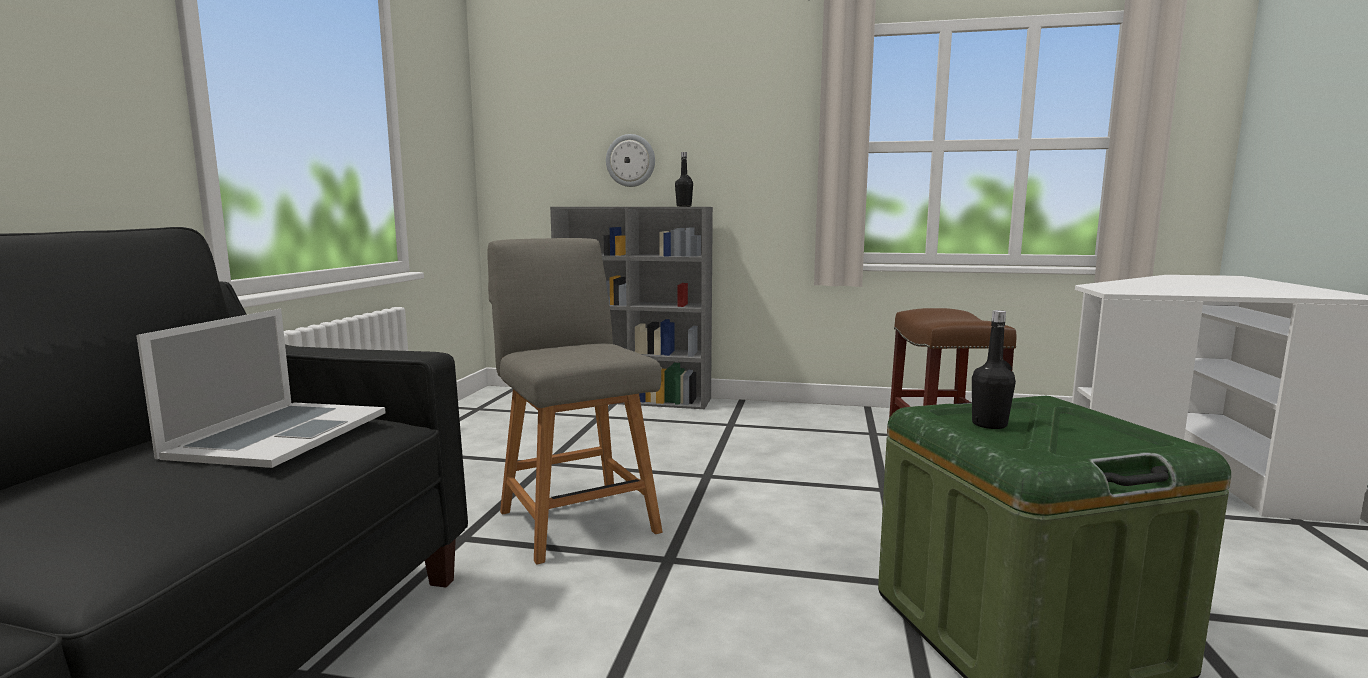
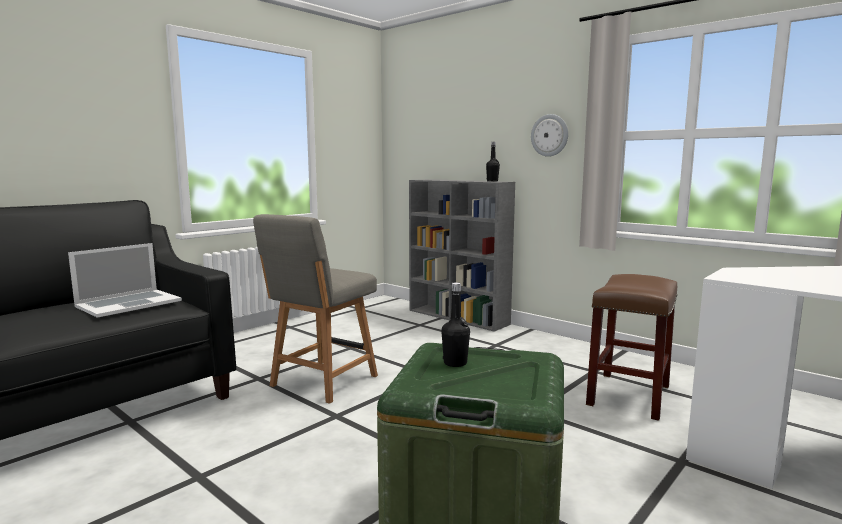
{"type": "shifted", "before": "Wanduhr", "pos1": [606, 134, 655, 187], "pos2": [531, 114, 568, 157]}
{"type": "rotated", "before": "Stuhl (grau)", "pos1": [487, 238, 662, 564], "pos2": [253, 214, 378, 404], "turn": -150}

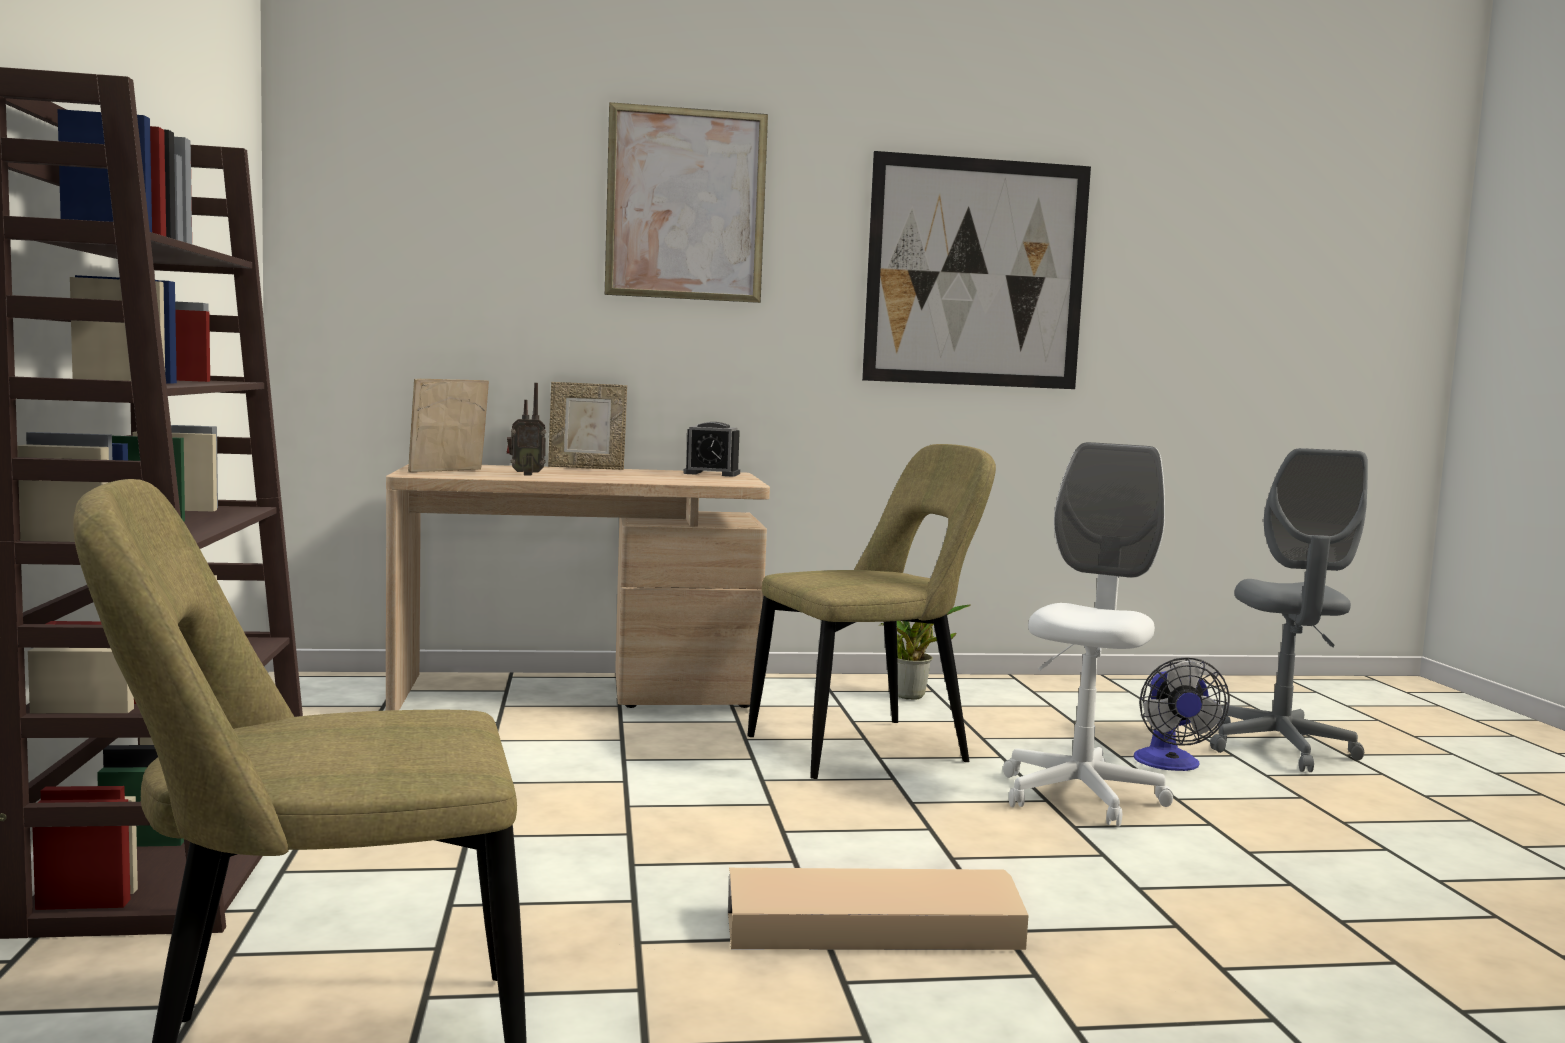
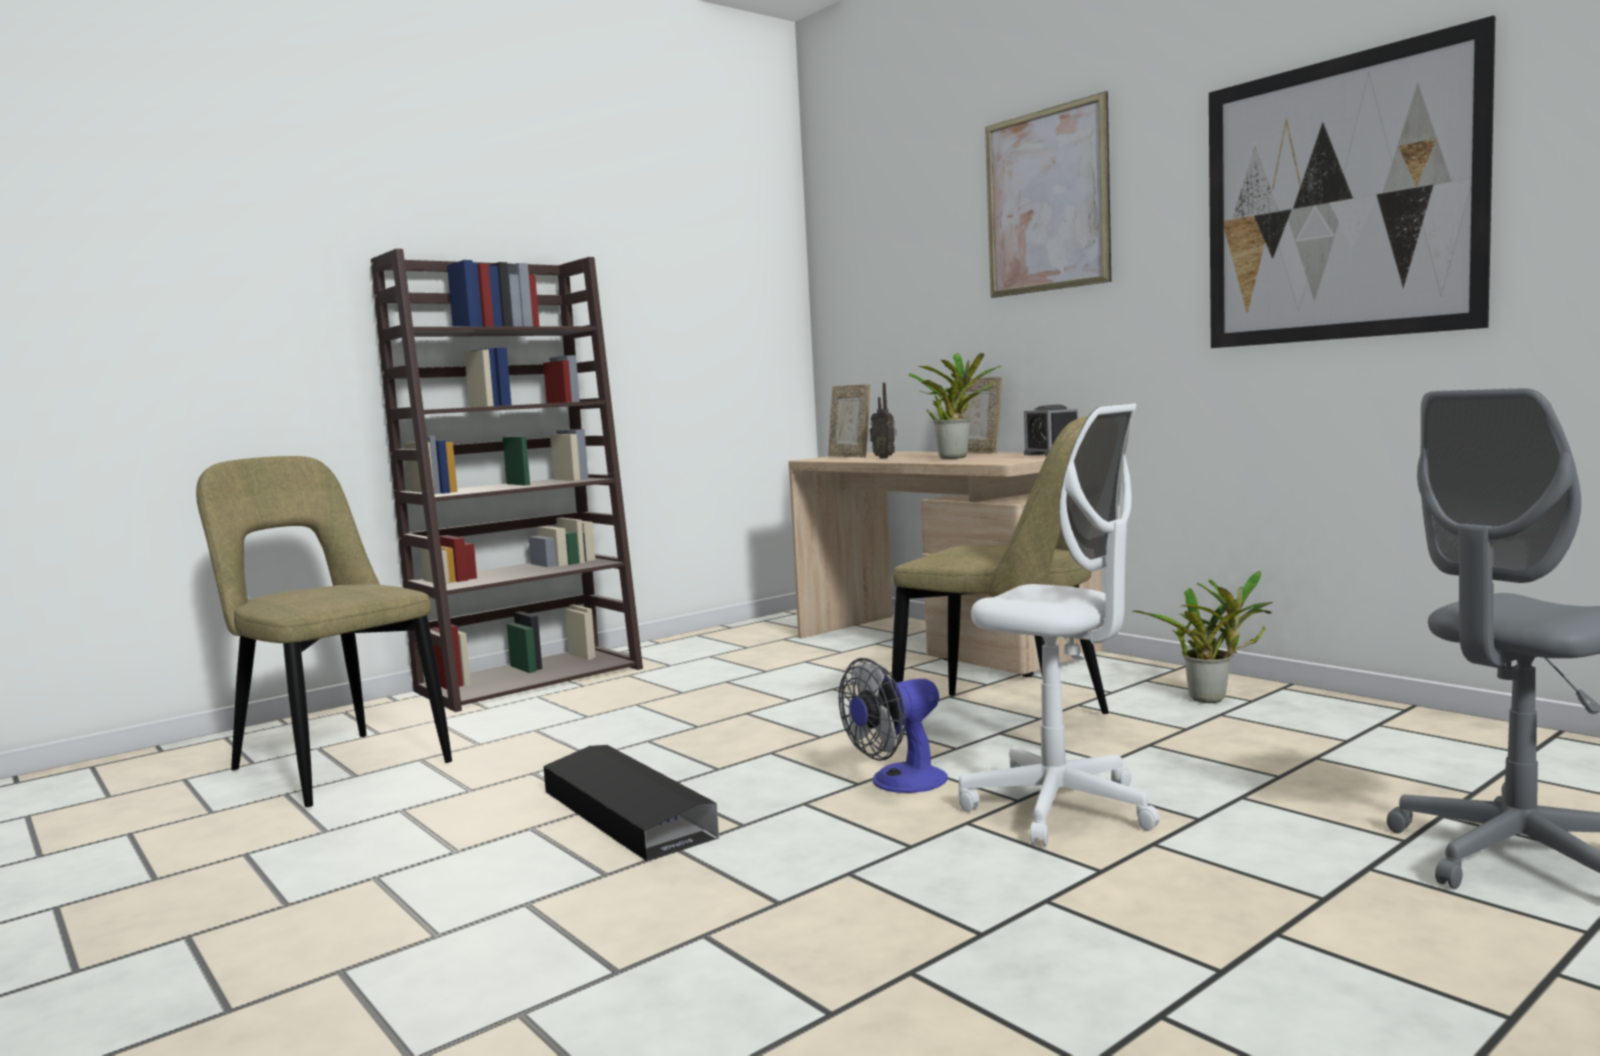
{"type": "rotated", "before": "Bilderrahmen", "pos1": [408, 379, 489, 472], "pos2": [828, 384, 870, 458], "turn": -135}
{"type": "rotated", "before": "Bürostuhl (weiß)", "pos1": [1003, 442, 1173, 827], "pos2": [959, 403, 1160, 846], "turn": 45}
{"type": "shifted", "before": "Ventilator", "pos1": [1133, 658, 1230, 771], "pos2": [839, 658, 948, 793]}
{"type": "repainted", "before": "Aufbewahrungsbox (beige)", "after": "Aufbewahrungsbox (schwarz)", "pos1": [728, 868, 1028, 950], "pos2": [544, 745, 719, 861]}
{"type": "new", "after": "Topfpflanze", "pos2": [908, 353, 1001, 459]}

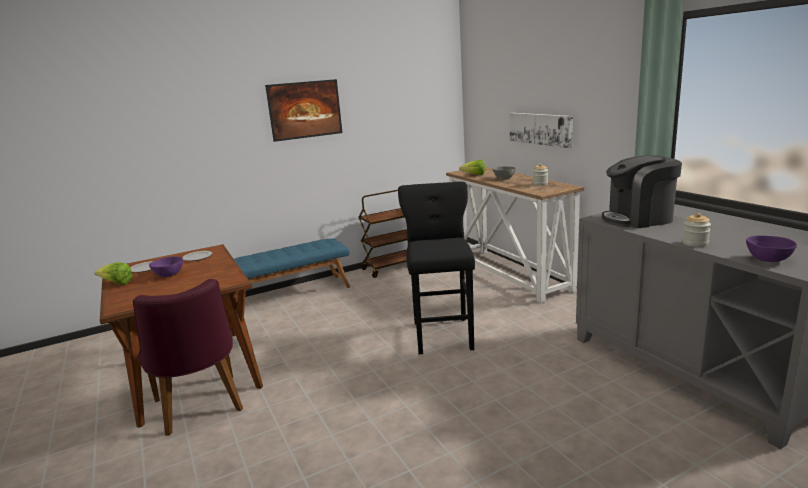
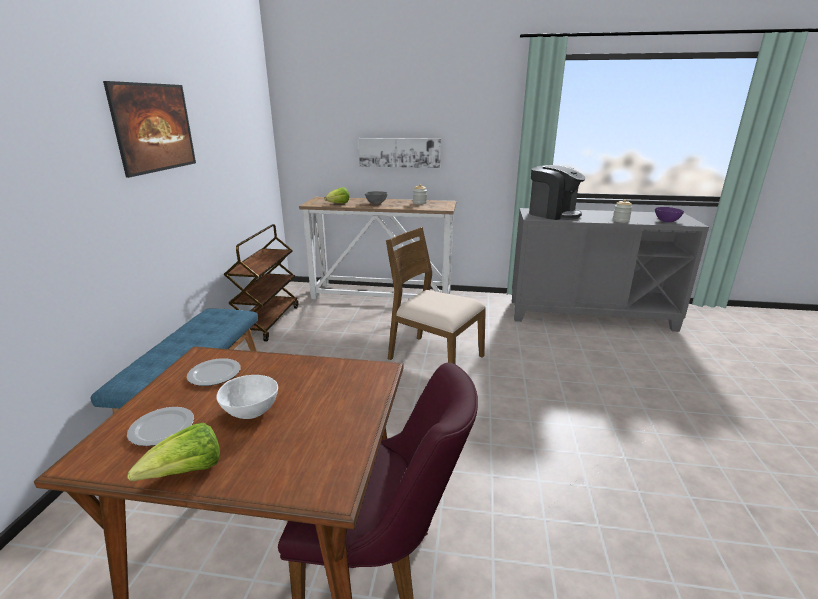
{"type": "rotated", "before": "Kaffeemaschine", "pos1": [602, 155, 682, 228], "pos2": [529, 165, 585, 220], "turn": -75}
{"type": "swapped", "before": "Hocker (schwarz)", "after": "Stuhl (braun)", "pos1": [398, 181, 475, 355], "pos2": [386, 227, 486, 364]}
{"type": "repainted", "before": "Schüssel (lila)", "after": "Schüssel (weiß)", "pos1": [149, 256, 183, 277], "pos2": [216, 375, 278, 419]}

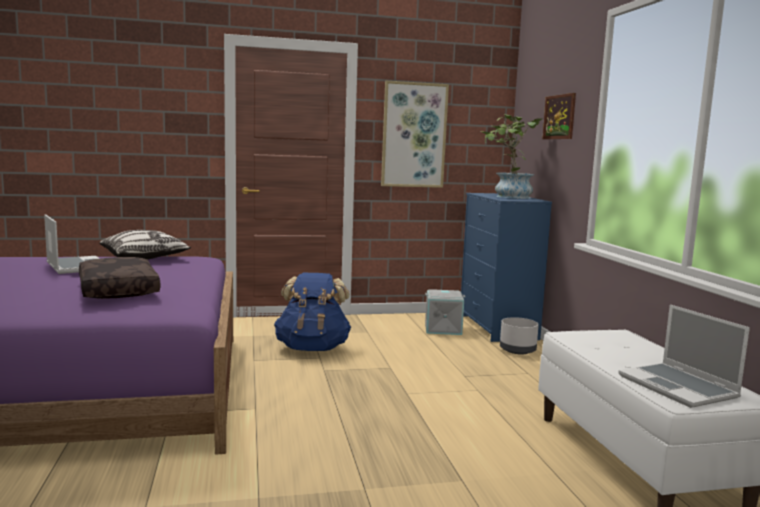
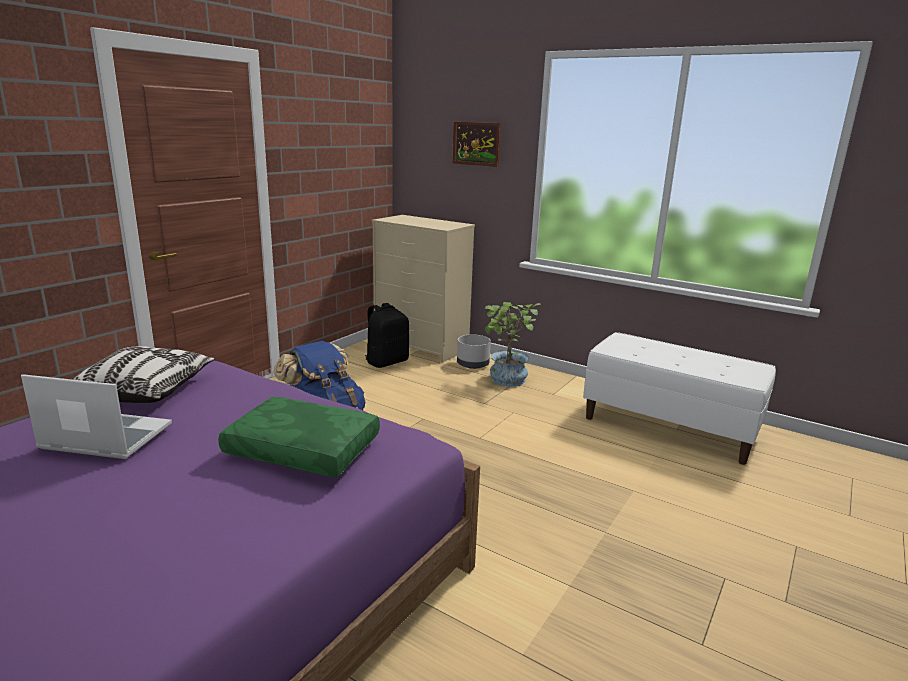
{"type": "gone", "before": "Bild", "pos1": [381, 81, 449, 188]}
{"type": "shifted", "before": "Topfpflanze", "pos1": [480, 114, 542, 199], "pos2": [485, 302, 541, 386]}
{"type": "repainted", "before": "Kommode (blau)", "after": "Kommode (beige)", "pos1": [461, 193, 552, 342], "pos2": [372, 215, 475, 363]}
{"type": "repainted", "before": "Kissen (braun)", "after": "Kissen (grün)", "pos1": [79, 257, 160, 299], "pos2": [218, 397, 380, 477]}
{"type": "swapped", "before": "Aufbewahrungsbox (grau)", "after": "Rucksack (schwarz)", "pos1": [425, 289, 465, 335], "pos2": [365, 303, 409, 368]}
{"type": "gone", "before": "Laptop", "pos1": [618, 304, 750, 408]}

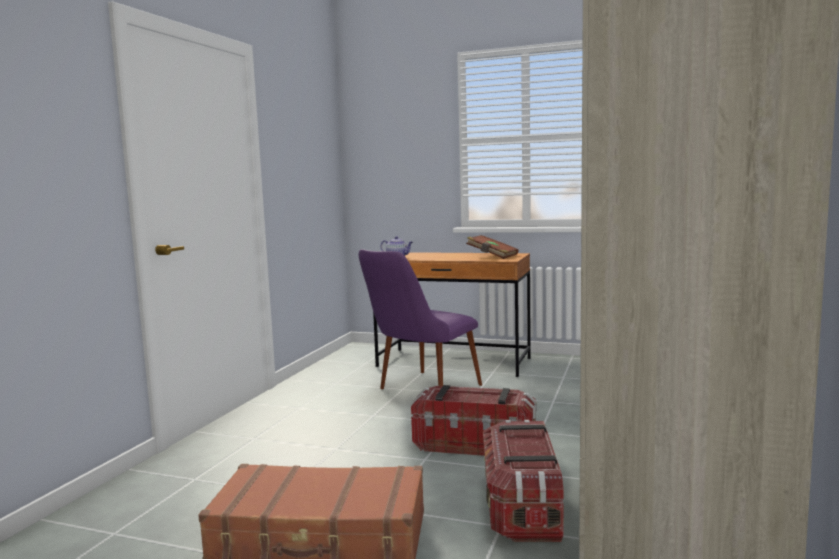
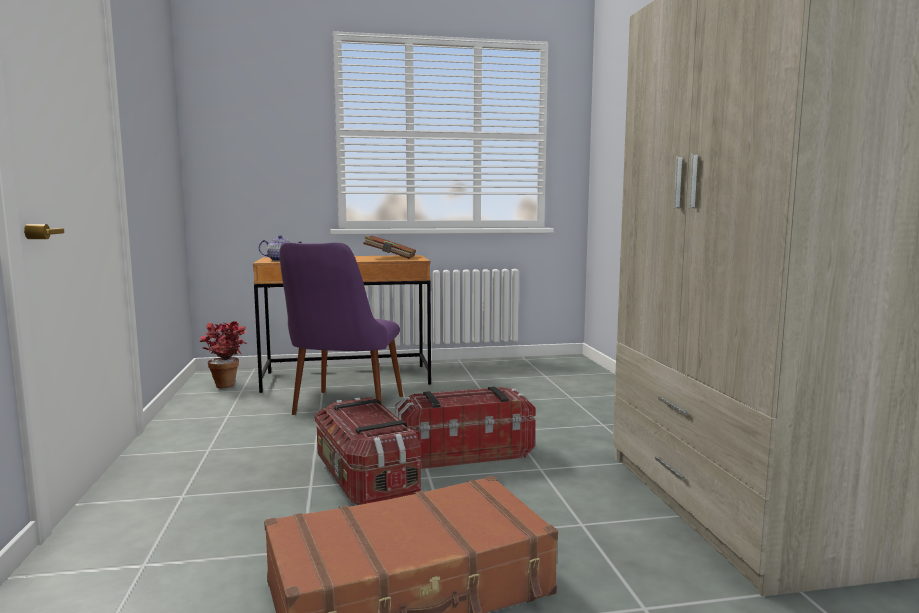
{"type": "shifted", "before": "Aufbewahrungsbox", "pos1": [483, 420, 564, 542], "pos2": [314, 397, 421, 505]}
{"type": "new", "after": "Topfpflanze", "pos2": [200, 321, 248, 389]}

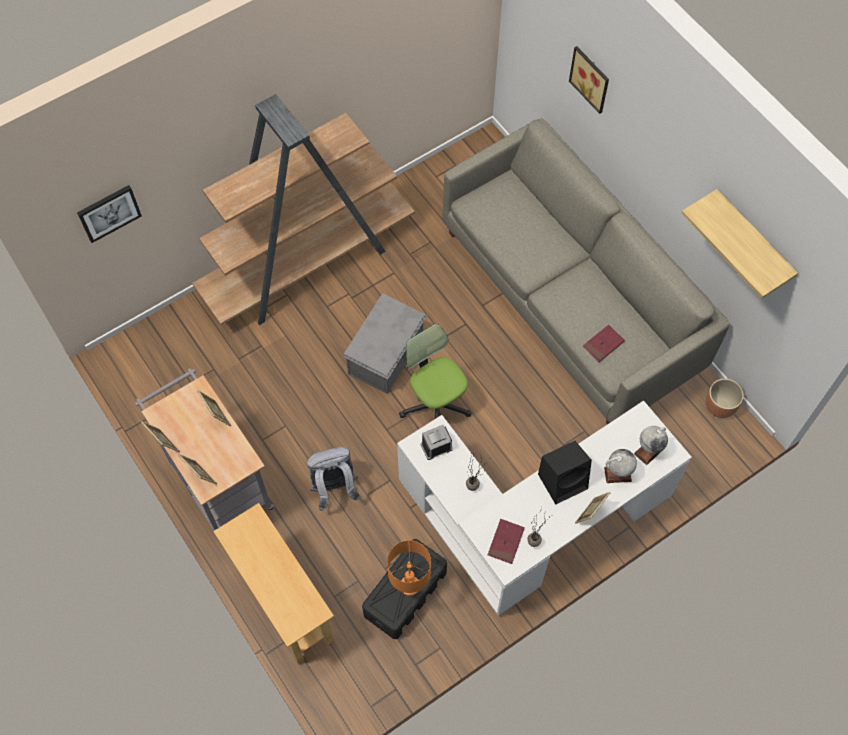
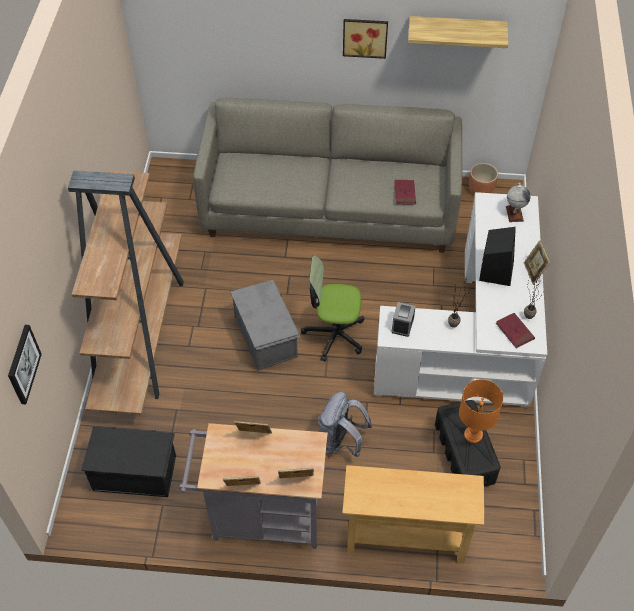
{"type": "shifted", "before": "Bild", "pos1": [569, 46, 609, 114], "pos2": [343, 19, 388, 59]}
{"type": "gone", "before": "Globus", "pos1": [604, 449, 637, 483]}
{"type": "new", "after": "Aufbewahrungsbox (schwarz)", "pos2": [81, 427, 176, 497]}

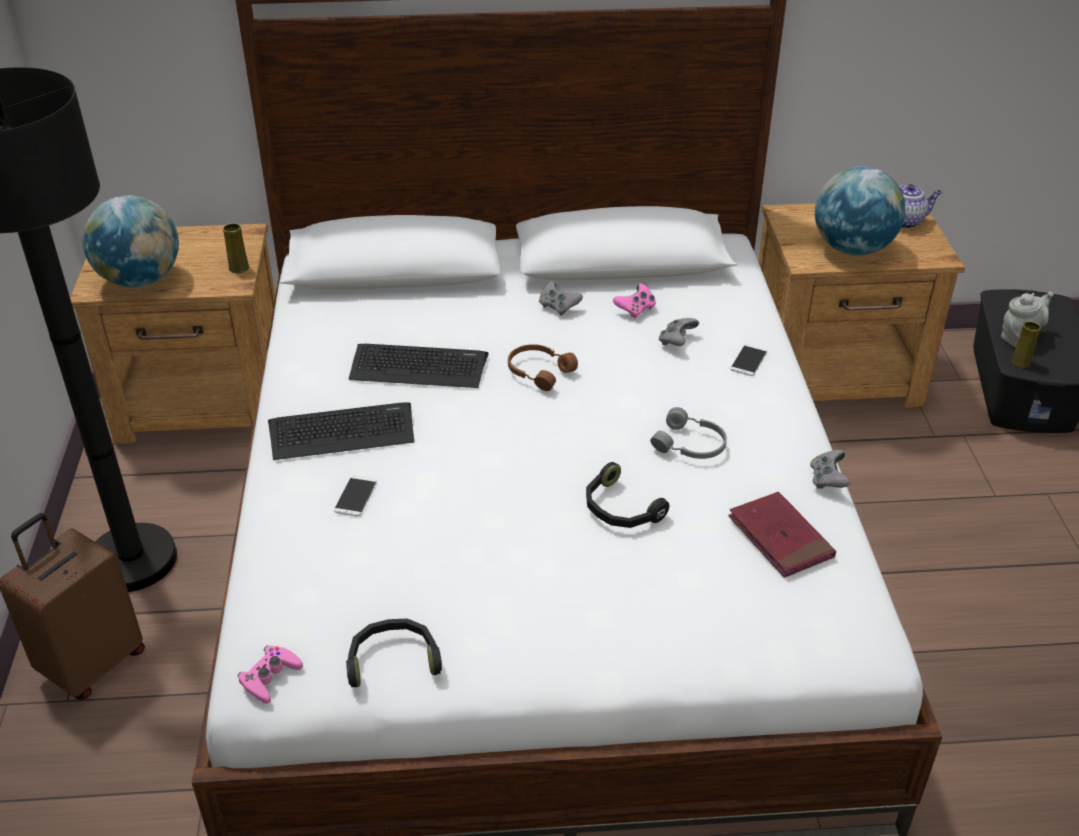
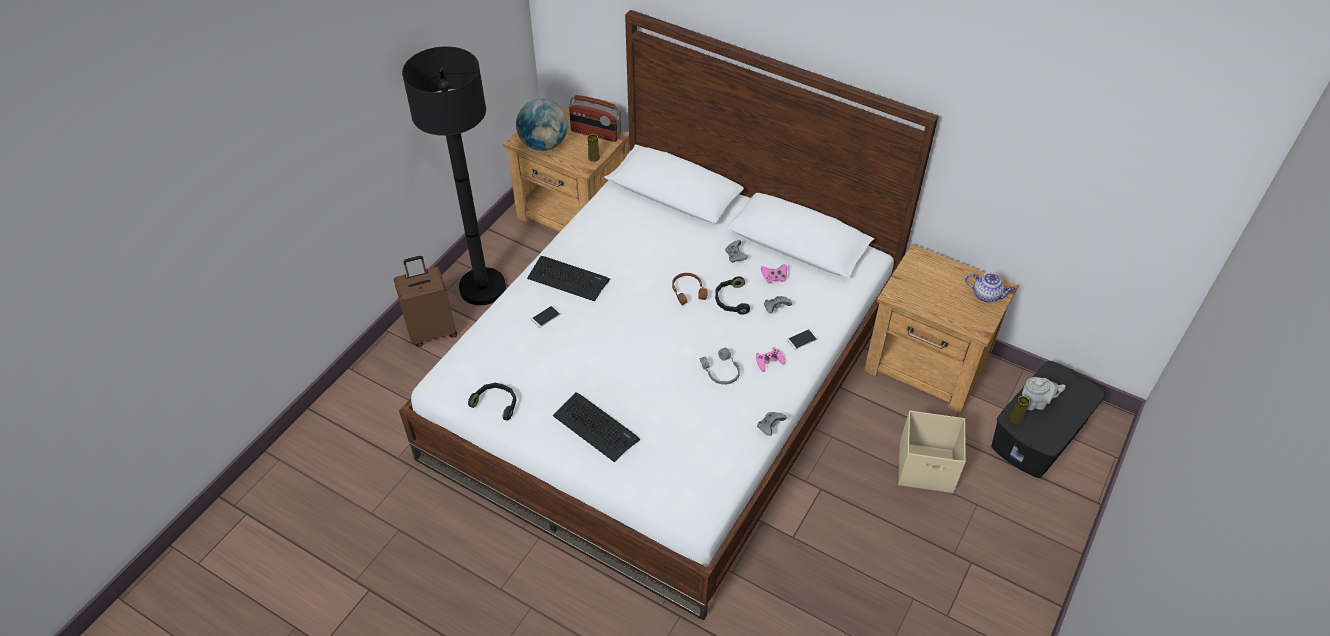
{"type": "gone", "before": "Globus", "pos1": [815, 166, 906, 255]}
{"type": "shifted", "before": "Tastatur", "pos1": [349, 344, 489, 388], "pos2": [553, 392, 640, 462]}
{"type": "shifted", "before": "Kopfhörer (schwarz)", "pos1": [586, 462, 669, 528], "pos2": [715, 276, 750, 315]}
{"type": "gone", "before": "Buch (rot)", "pos1": [728, 492, 836, 578]}
{"type": "shifted", "before": "Gamepad (rosa)", "pos1": [238, 645, 303, 704], "pos2": [756, 347, 786, 372]}
{"type": "new", "after": "Radio", "pos2": [569, 95, 621, 142]}
{"type": "new", "after": "Aufbewahrungsbox (beige)", "pos2": [898, 411, 966, 493]}

